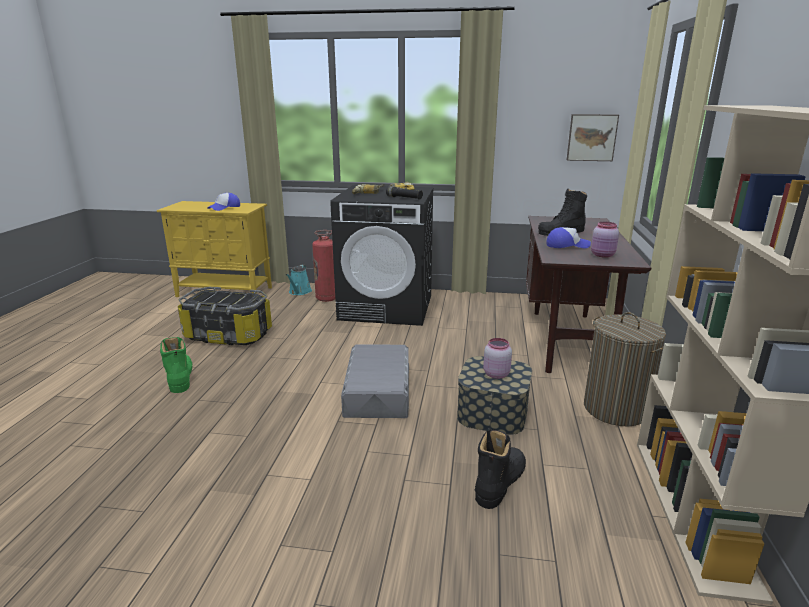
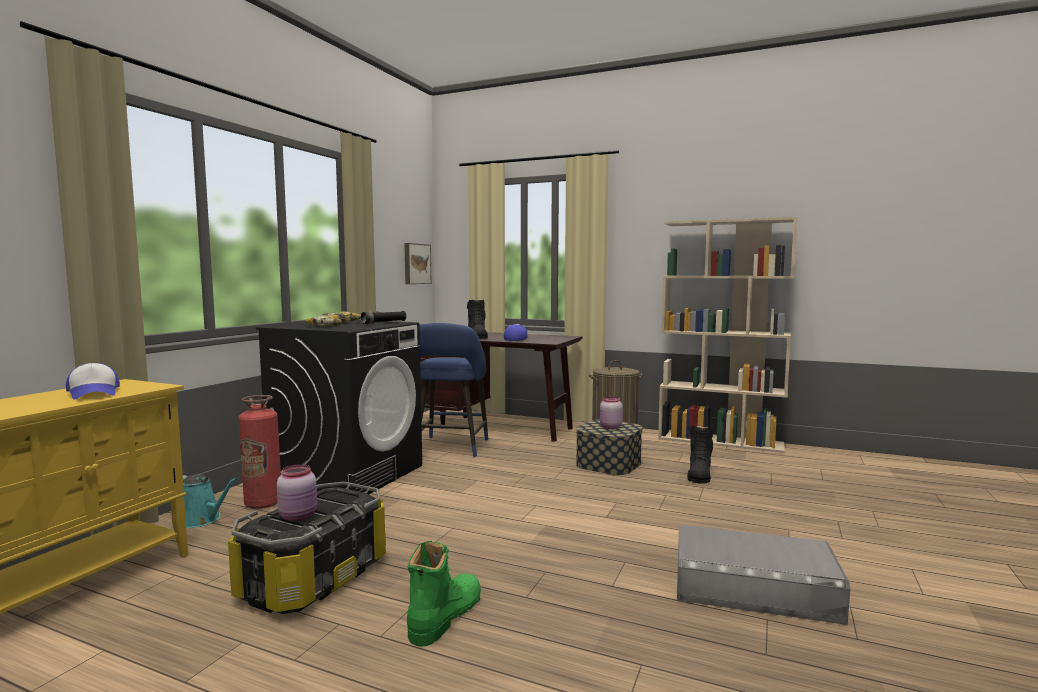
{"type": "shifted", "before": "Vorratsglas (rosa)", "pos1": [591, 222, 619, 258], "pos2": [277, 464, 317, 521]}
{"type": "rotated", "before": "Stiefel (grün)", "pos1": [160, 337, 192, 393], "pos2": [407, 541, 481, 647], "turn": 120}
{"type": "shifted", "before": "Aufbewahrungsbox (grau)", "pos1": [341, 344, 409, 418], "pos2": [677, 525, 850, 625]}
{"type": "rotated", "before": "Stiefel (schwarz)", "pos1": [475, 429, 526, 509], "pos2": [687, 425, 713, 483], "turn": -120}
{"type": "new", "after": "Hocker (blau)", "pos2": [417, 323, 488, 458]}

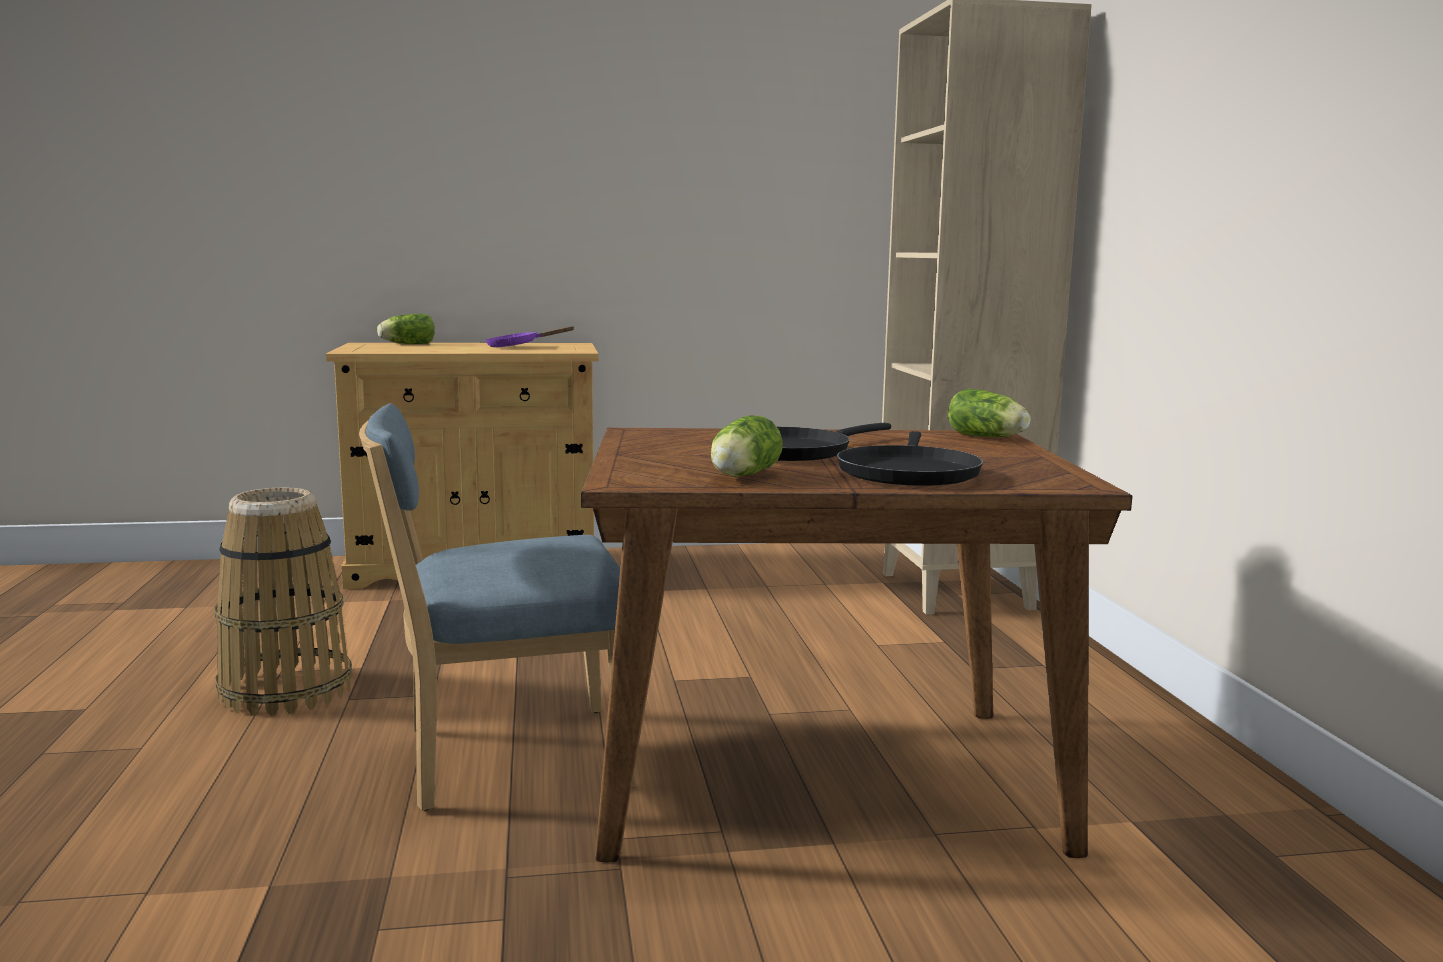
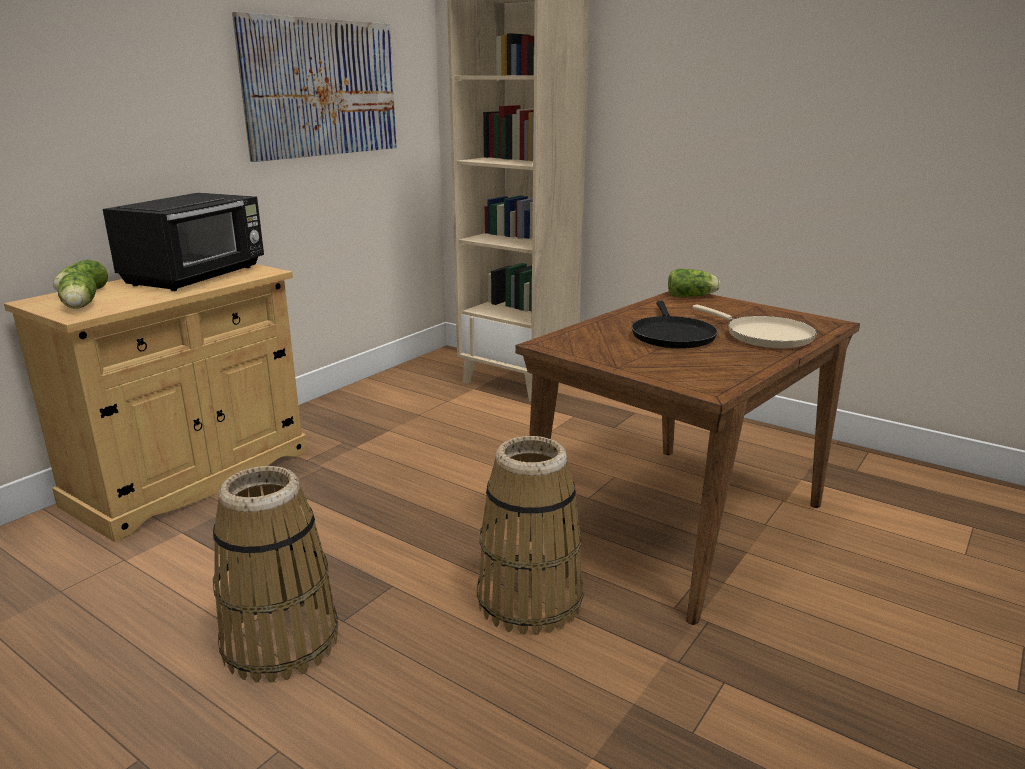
{"type": "swapped", "before": "Pfanne (lila)", "after": "Mikrowelle (schwarz)", "pos1": [485, 326, 574, 347], "pos2": [103, 193, 264, 291]}
{"type": "swapped", "before": "Stuhl (blau)", "after": "Korb", "pos1": [359, 403, 636, 811], "pos2": [477, 436, 583, 635]}
{"type": "shifted", "before": "Salatkopf", "pos1": [711, 415, 783, 477], "pos2": [58, 272, 97, 309]}
{"type": "repainted", "before": "Pfanne (schwarz)", "after": "Pfanne (beige)", "pos1": [837, 431, 983, 486], "pos2": [692, 305, 817, 348]}
{"type": "new", "after": "Bild", "pos2": [232, 12, 397, 162]}

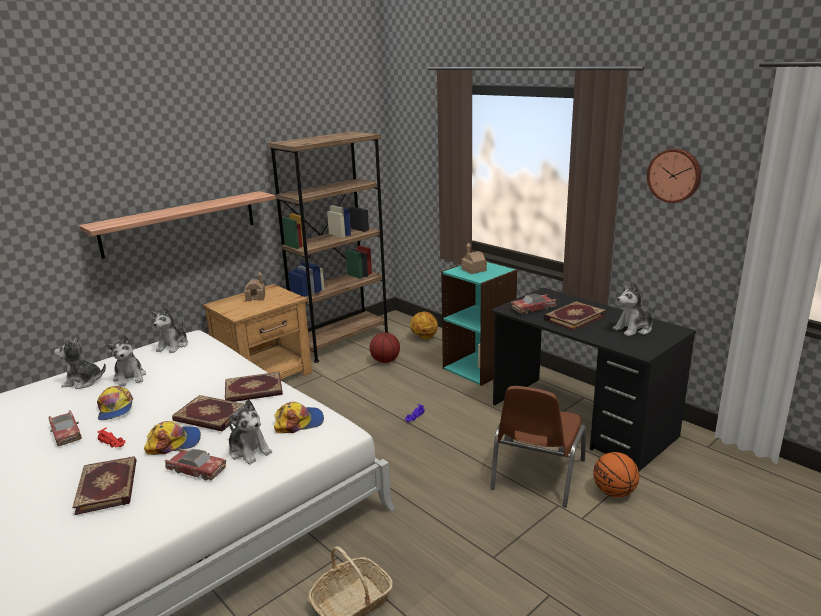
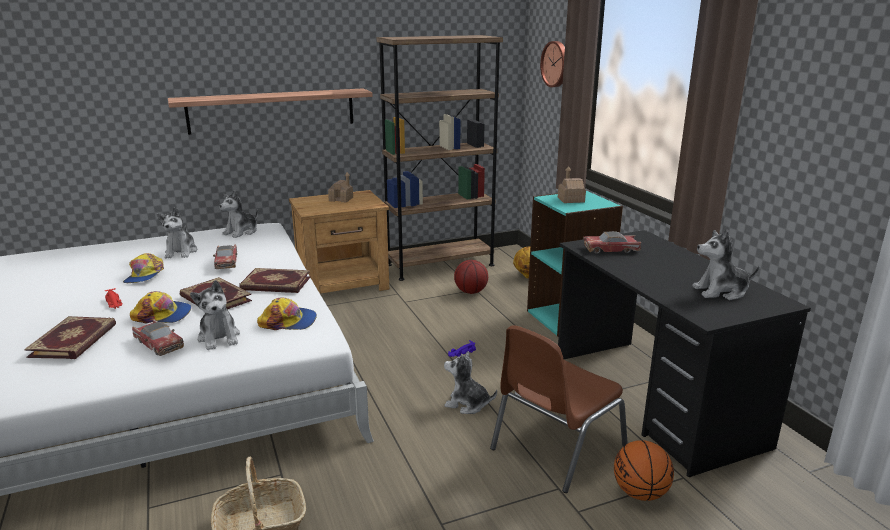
{"type": "shifted", "before": "Wanduhr", "pos1": [647, 148, 701, 203], "pos2": [540, 41, 565, 87]}
{"type": "gone", "before": "Buch", "pos1": [544, 301, 606, 331]}
{"type": "shifted", "before": "Plüschtier", "pos1": [54, 337, 106, 389], "pos2": [444, 351, 497, 414]}
{"type": "shifted", "before": "Spielzeugauto", "pos1": [49, 410, 82, 446], "pos2": [213, 244, 237, 269]}

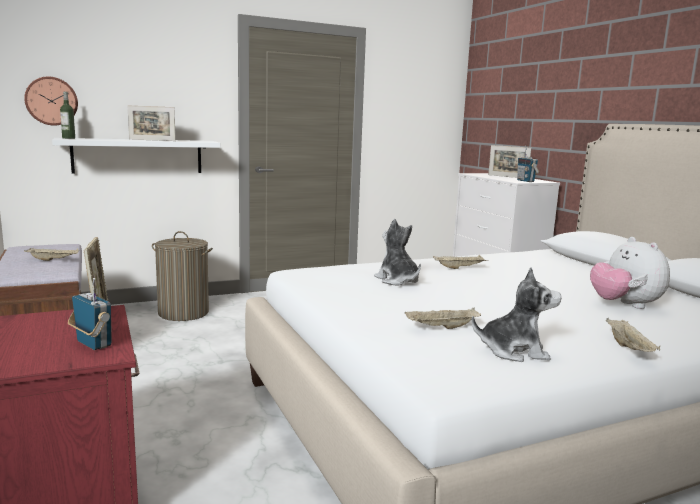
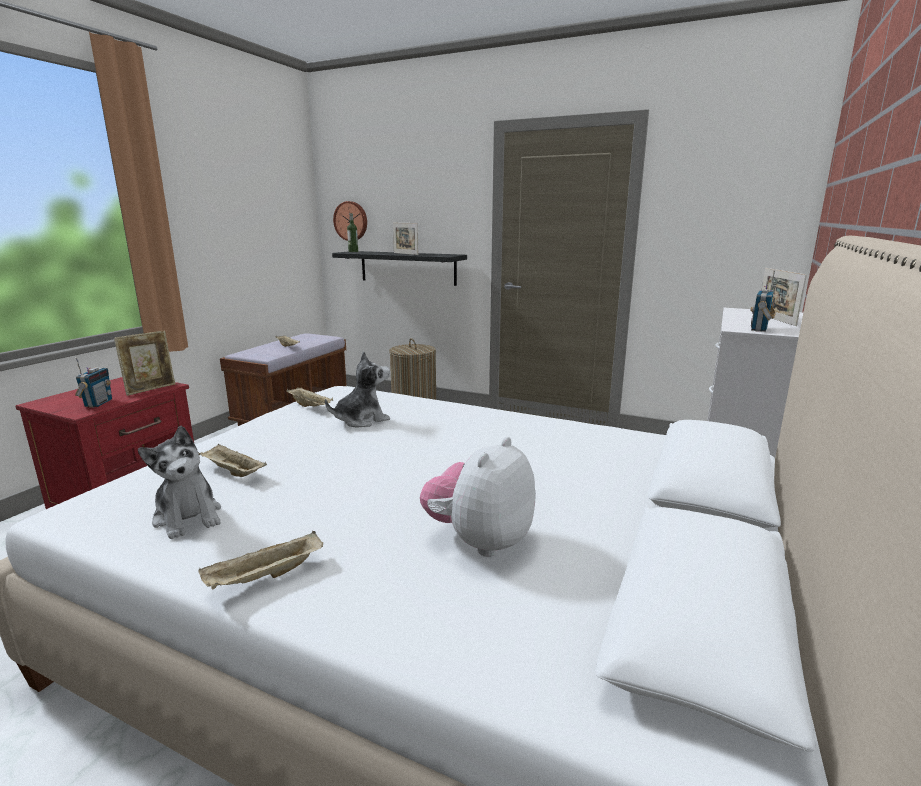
{"type": "repainted", "before": "Wandregal (weiß)", "after": "Wandregal (schwarz)", "pos1": [52, 138, 220, 173], "pos2": [332, 251, 467, 286]}
{"type": "rotated", "before": "Plüschtier", "pos1": [374, 219, 421, 286], "pos2": [325, 351, 390, 427], "turn": 45}
{"type": "shifted", "before": "Tablett (beige)", "pos1": [433, 255, 488, 269], "pos2": [286, 388, 333, 407]}

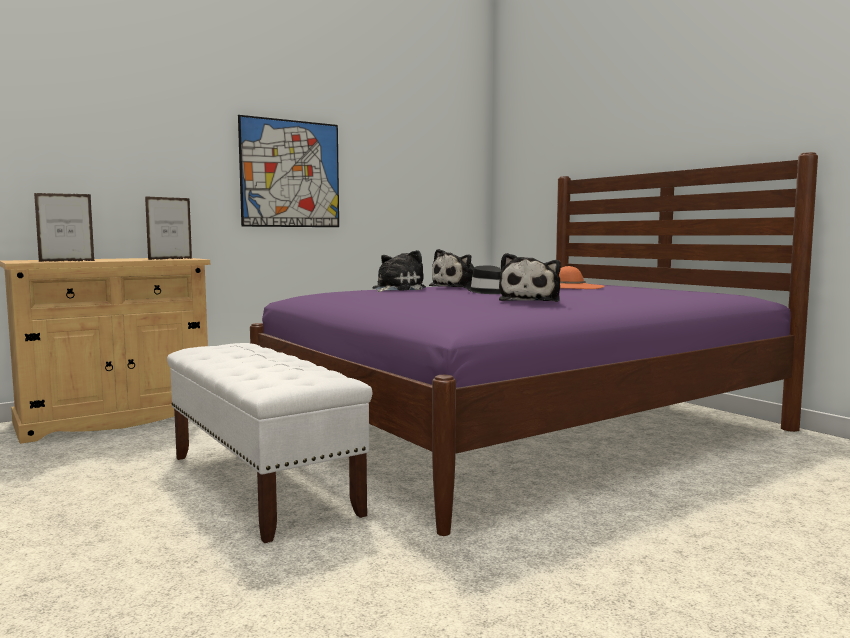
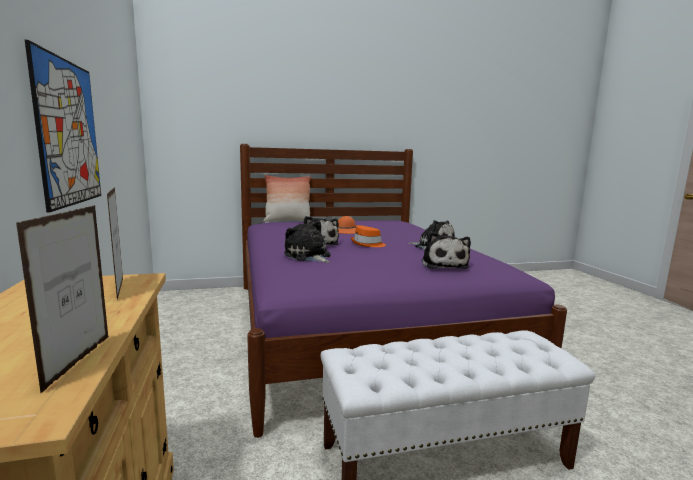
{"type": "repainted", "before": "Hut (schwarz)", "after": "Hut (orange)", "pos1": [466, 265, 501, 294], "pos2": [351, 225, 386, 247]}
{"type": "new", "after": "Kissen", "pos2": [264, 175, 311, 222]}
{"type": "new", "after": "Plüschtier", "pos2": [422, 232, 471, 269]}

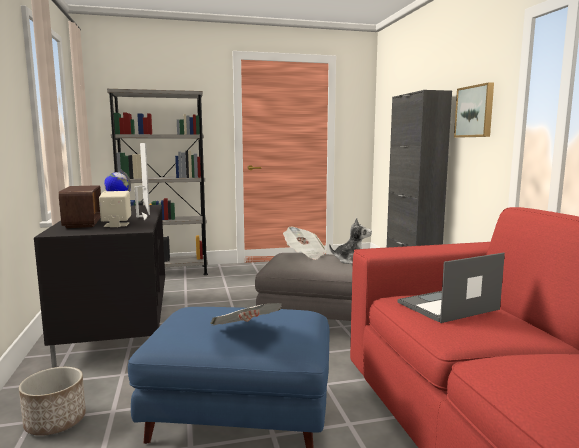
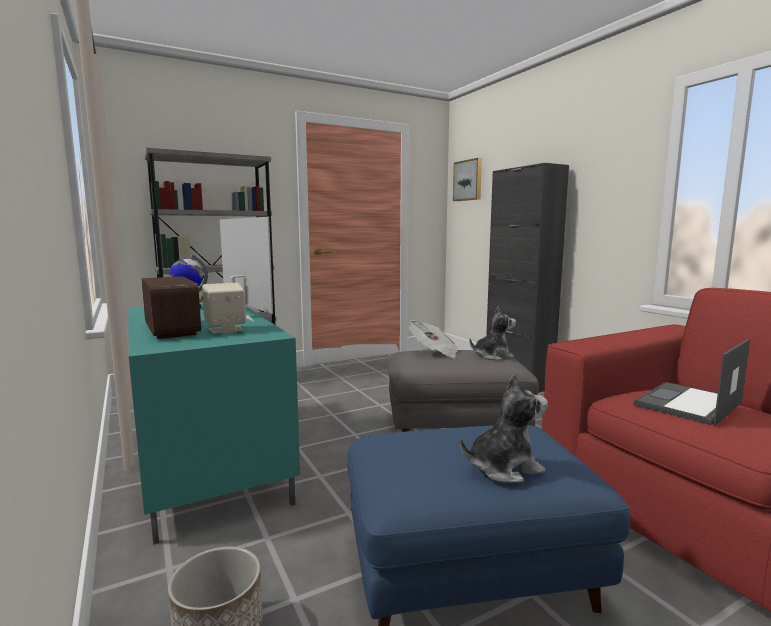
{"type": "shifted", "before": "Bild", "pos1": [454, 82, 494, 138], "pos2": [453, 158, 482, 201]}
{"type": "repainted", "before": "Fernsehschrank (schwarz)", "after": "Fernsehschrank (türkis)", "pos1": [34, 205, 165, 368], "pos2": [129, 302, 300, 545]}
{"type": "swapped", "before": "Zeitung", "after": "Plüschtier", "pos1": [211, 303, 282, 325], "pos2": [460, 373, 548, 483]}

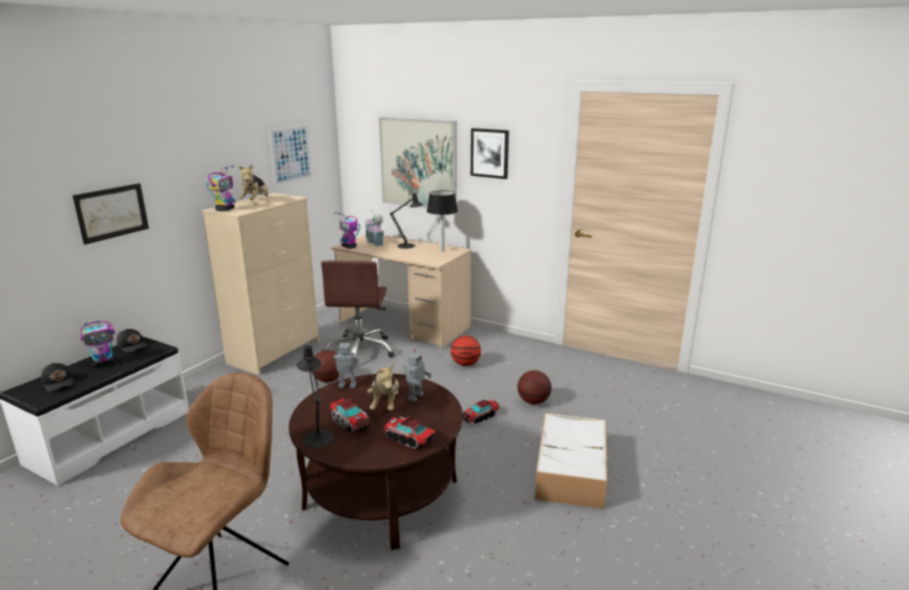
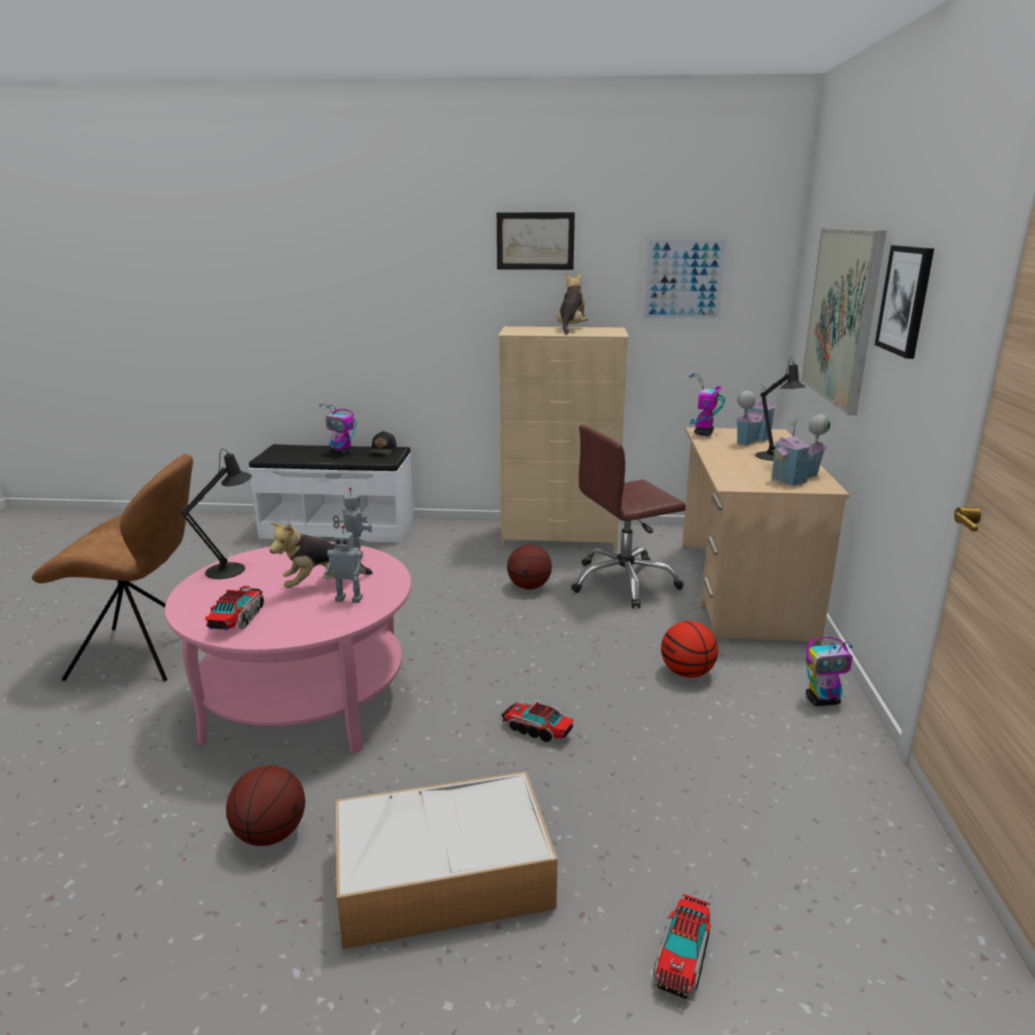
{"type": "shifted", "before": "Spielzeugroboter", "pos1": [207, 165, 236, 211], "pos2": [805, 637, 853, 706]}
{"type": "rotated", "before": "Plüschtier", "pos1": [239, 165, 268, 200], "pos2": [557, 273, 588, 335], "turn": 120}
{"type": "shifted", "before": "Bild", "pos1": [73, 183, 149, 245], "pos2": [497, 212, 575, 270]}
{"type": "swapped", "before": "Tischlampe", "after": "Spielzeughaus", "pos1": [427, 190, 458, 251], "pos2": [770, 414, 830, 486]}
{"type": "gone", "before": "Kappe (schwarz)", "pos1": [41, 363, 75, 392]}
{"type": "shifted", "before": "Basketball", "pos1": [517, 370, 551, 404], "pos2": [226, 766, 305, 846]}
{"type": "repainted", "before": "Couchtisch (braun)", "after": "Couchtisch (rosa)", "pos1": [289, 374, 463, 550], "pos2": [165, 542, 411, 754]}
{"type": "shifted", "before": "Spielzeuglaster", "pos1": [330, 397, 371, 433], "pos2": [653, 894, 711, 1000]}

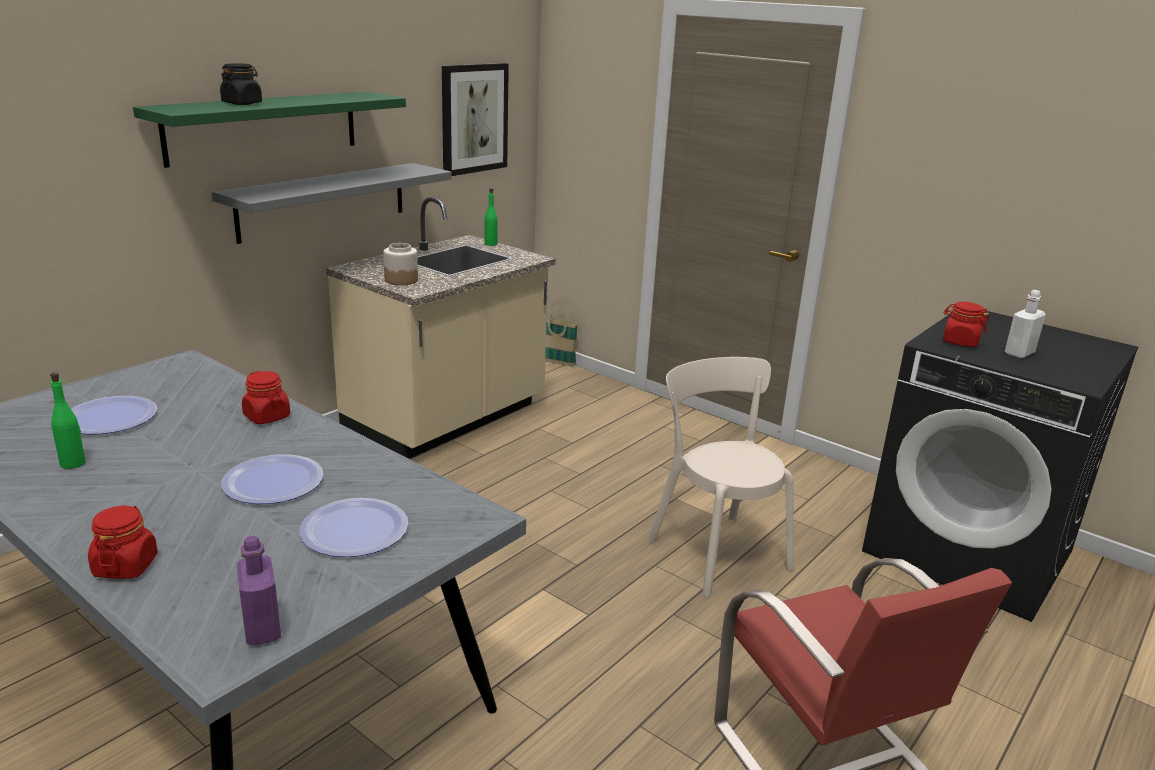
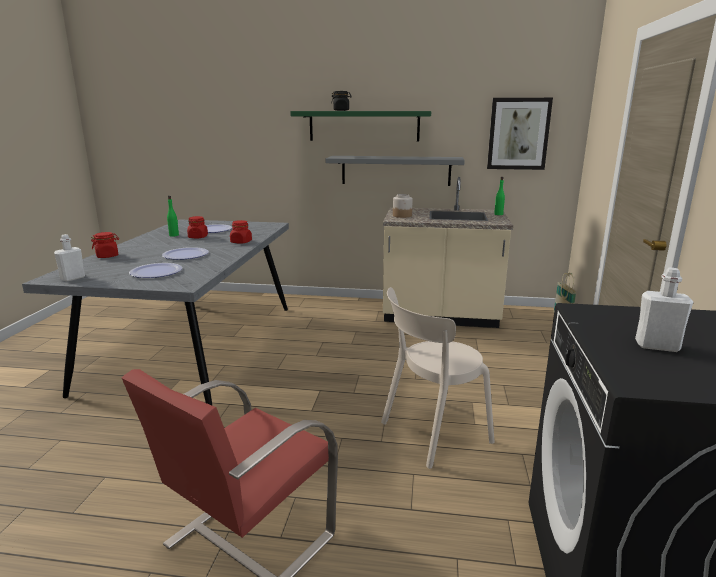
{"type": "shifted", "before": "Vorratsglas (rot)", "pos1": [943, 302, 989, 347], "pos2": [187, 216, 208, 239]}
{"type": "rotated", "before": "Stuhl (beige)", "pos1": [648, 357, 794, 597], "pos2": [381, 287, 495, 469], "turn": -150}
{"type": "repainted", "before": "Flasche (lila)", "after": "Flasche (weiß)", "pos1": [236, 536, 281, 646], "pos2": [54, 234, 85, 282]}

